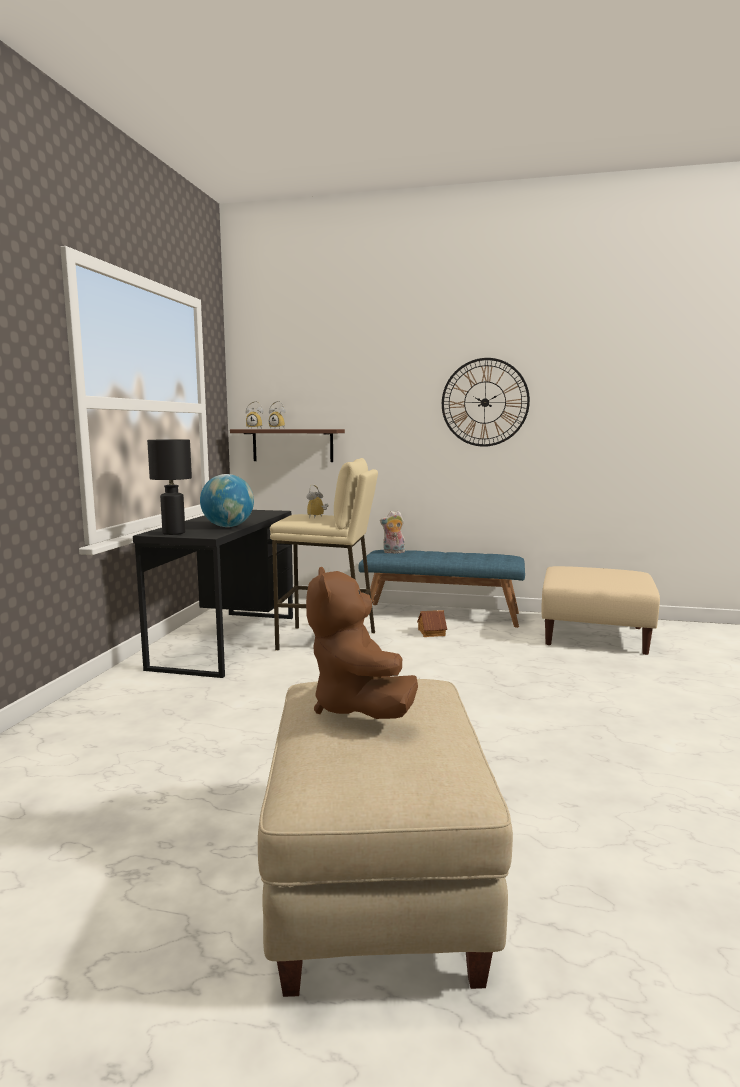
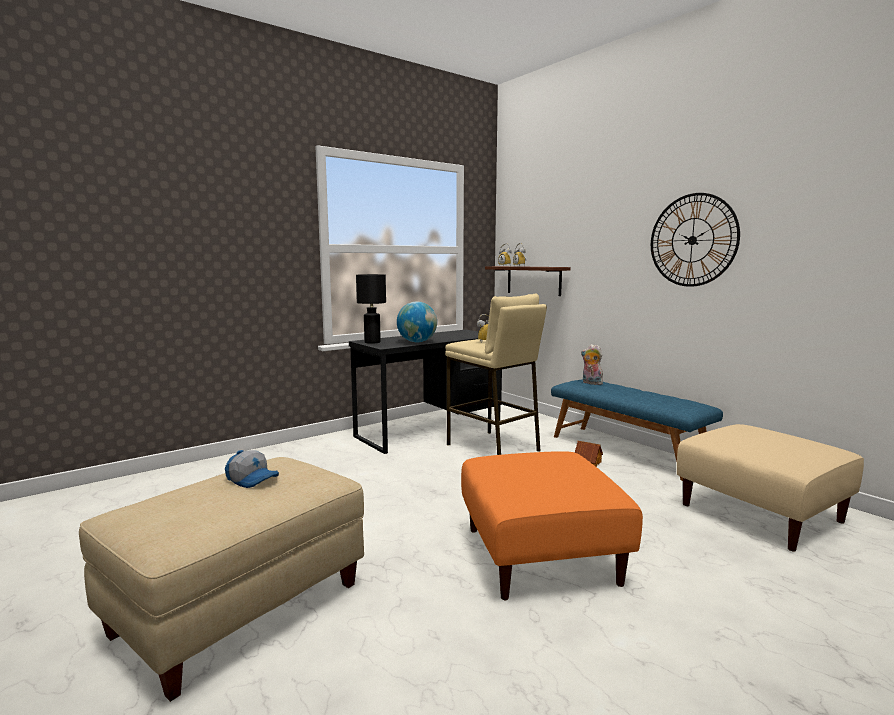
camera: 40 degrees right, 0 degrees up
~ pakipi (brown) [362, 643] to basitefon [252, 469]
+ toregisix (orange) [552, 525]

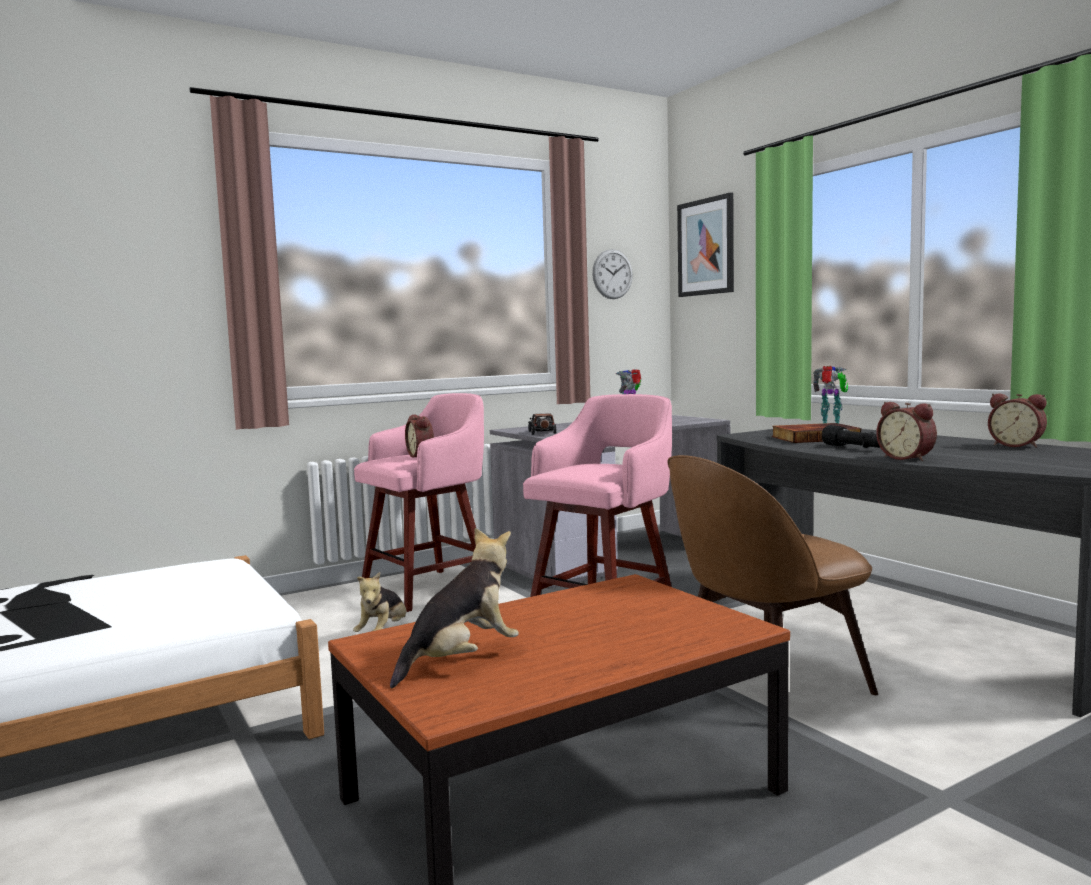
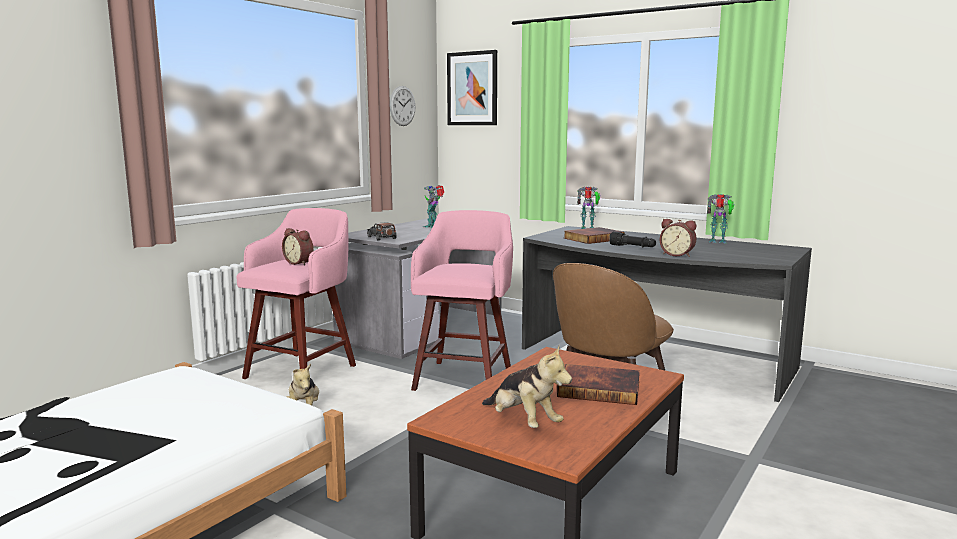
camera: 25 degrees left, 5 degrees up
~ pakipi [454, 608] = [527, 387] 120 degrees clockwise
~ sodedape [1017, 421] to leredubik [720, 218]
+ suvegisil [598, 384]

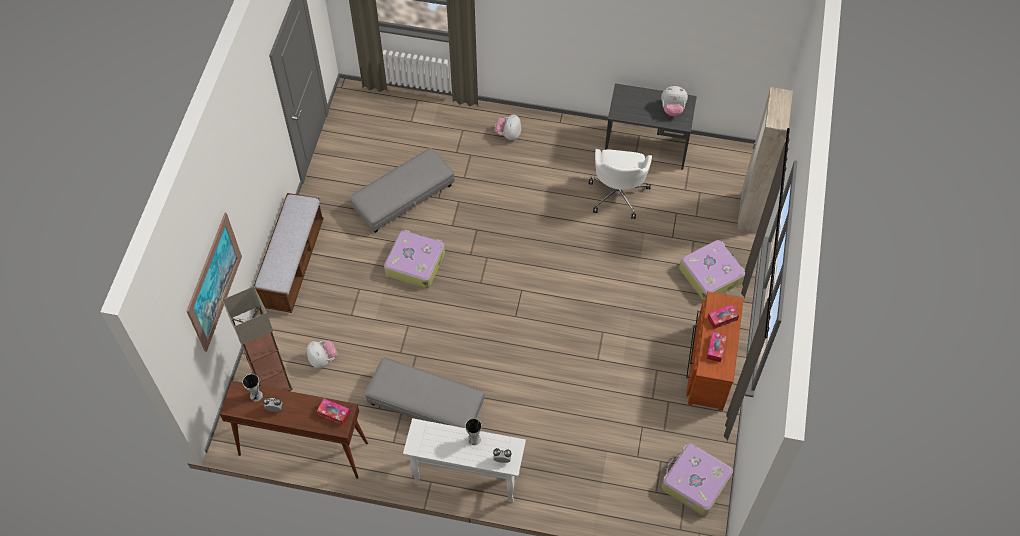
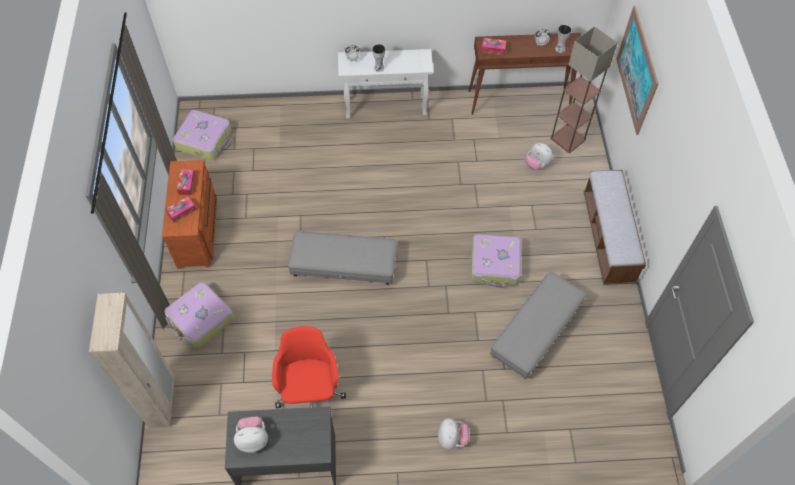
camera: 165 degrees right, 0 degrees up
~ toregisix (grey) [424, 393] to [342, 258]
~ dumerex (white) [620, 184] to dumerex (red) [309, 367]

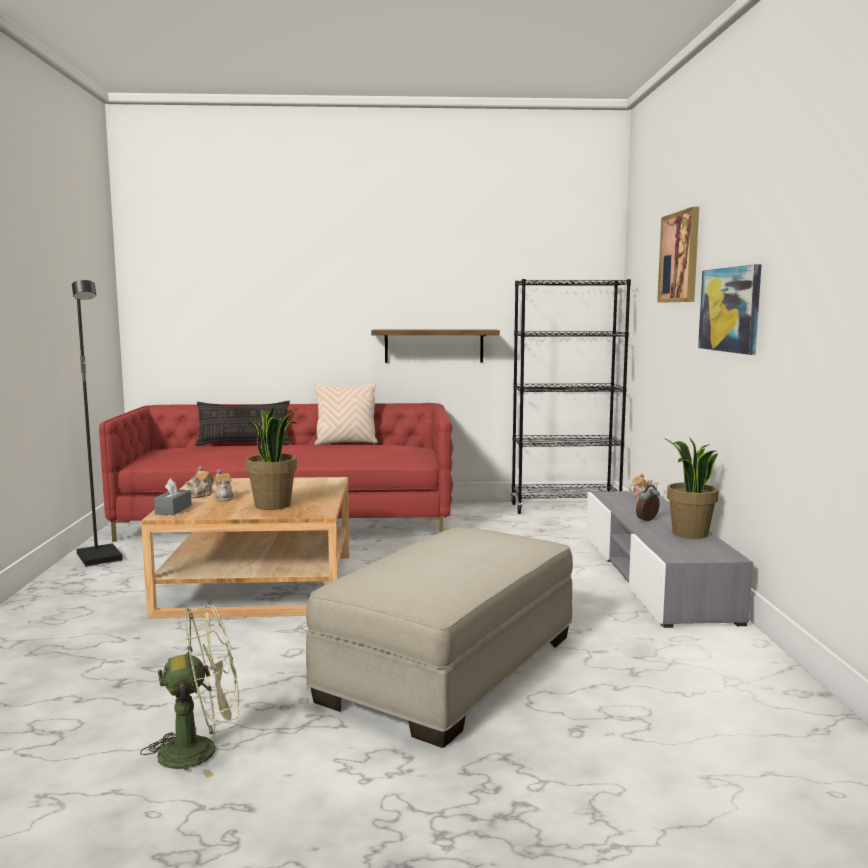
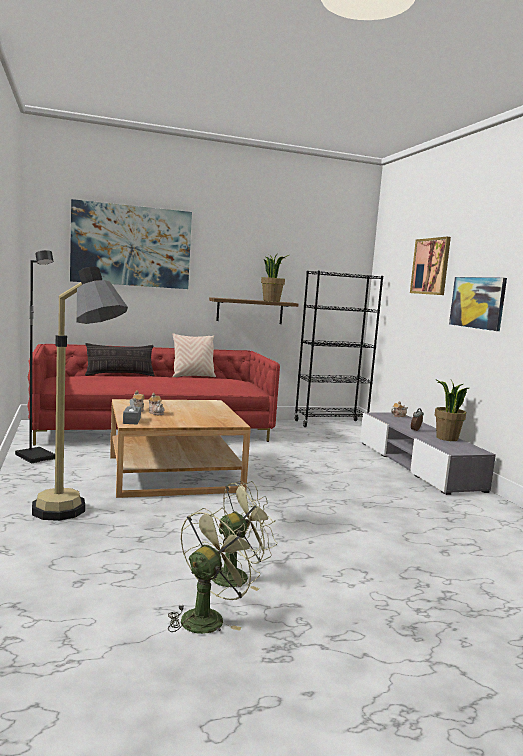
camera: 15 degrees left, 0 degrees up
~ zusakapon [271, 458] to [275, 277]
- toregisix (beige) [439, 637]
+ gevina [80, 393]
+ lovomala [131, 244]
+ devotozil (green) [214, 571]

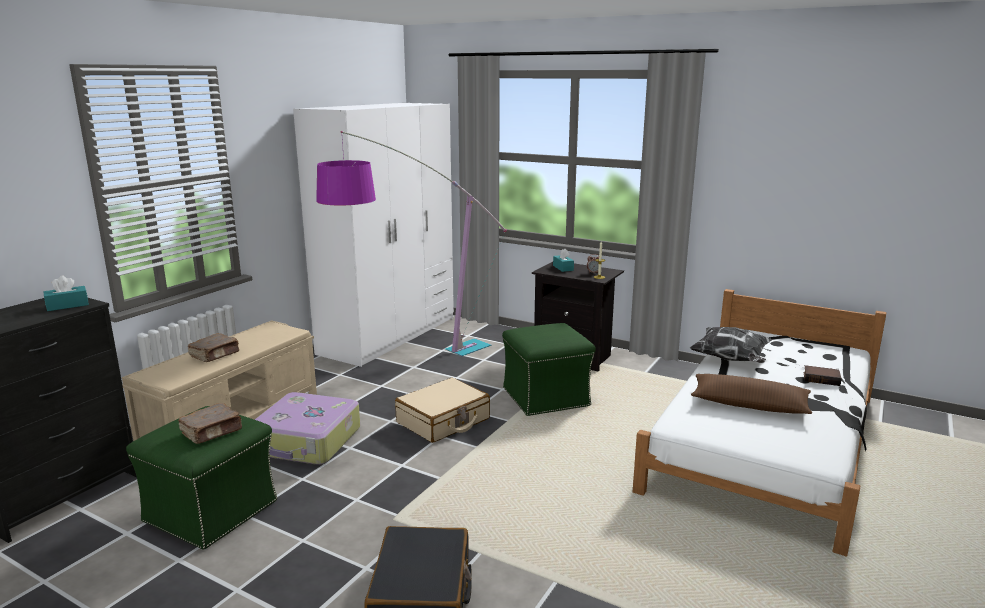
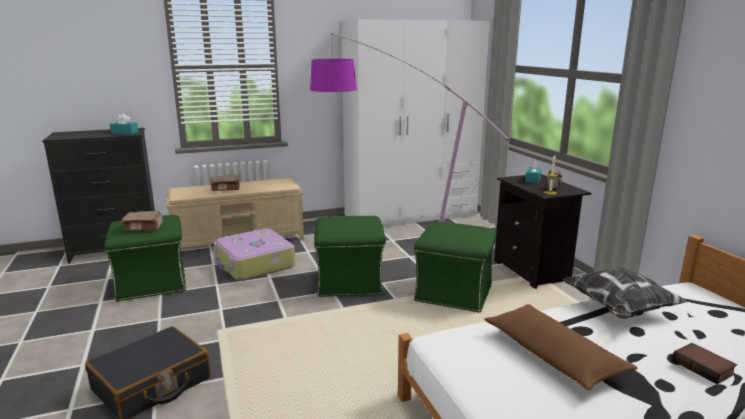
camera: 40 degrees right, 0 degrees up
~ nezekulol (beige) [442, 410] to toregisix (green) [350, 256]

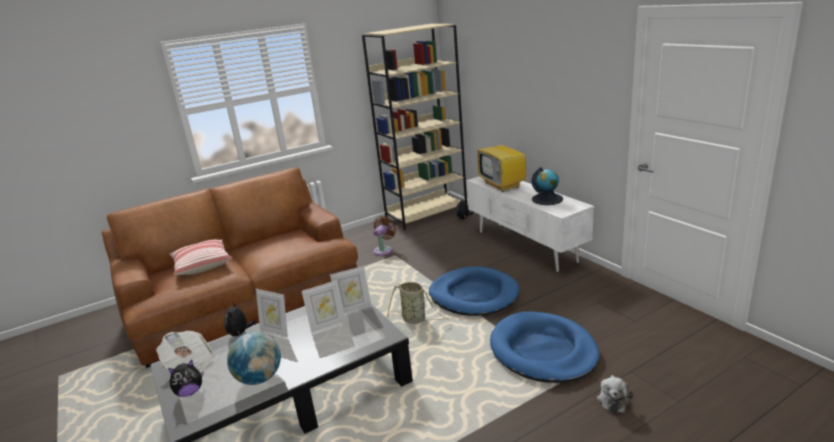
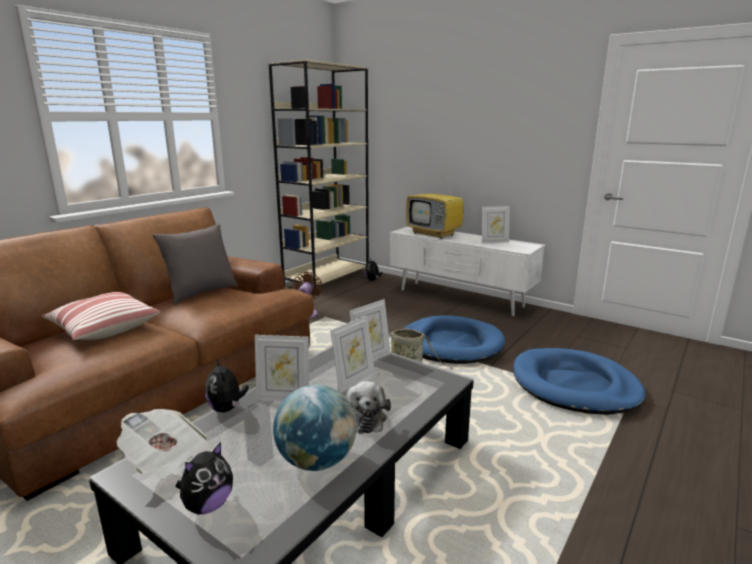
camera: 25 degrees left, 5 degrees down
~ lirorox [547, 186] to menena [496, 224]
~ pakipi [615, 394] to [369, 407]
+ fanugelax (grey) [195, 264]

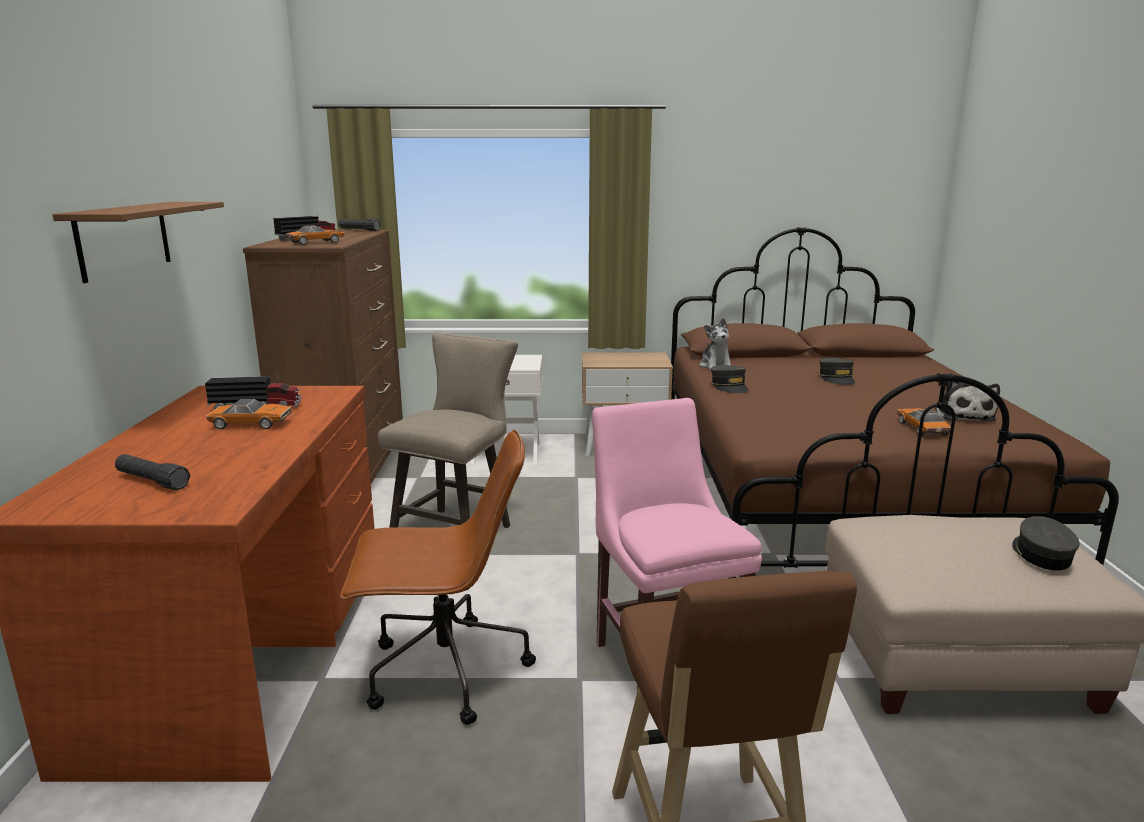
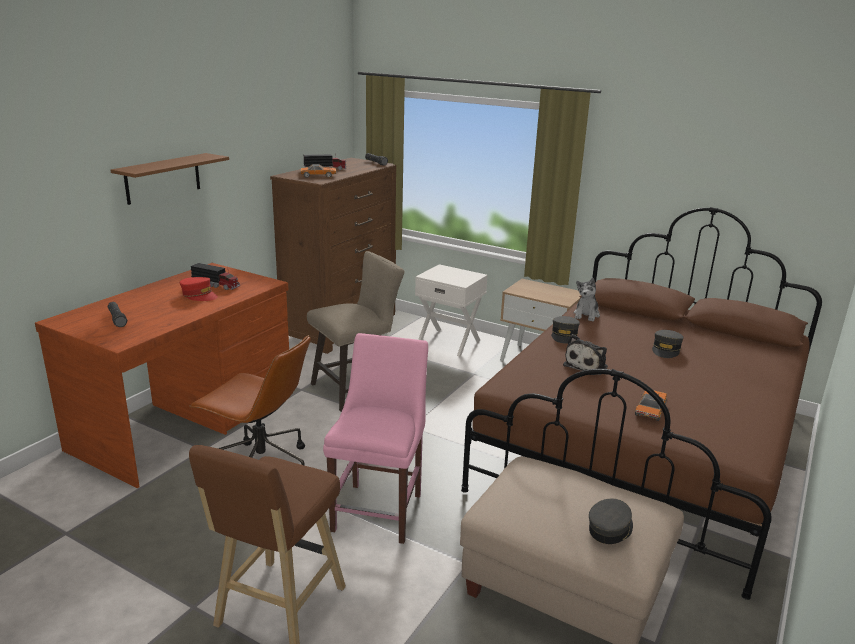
camera: 30 degrees right, 5 degrees up
~ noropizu [249, 414] to basitefon (red) [199, 289]
~ pakipi [967, 401] to [585, 354]

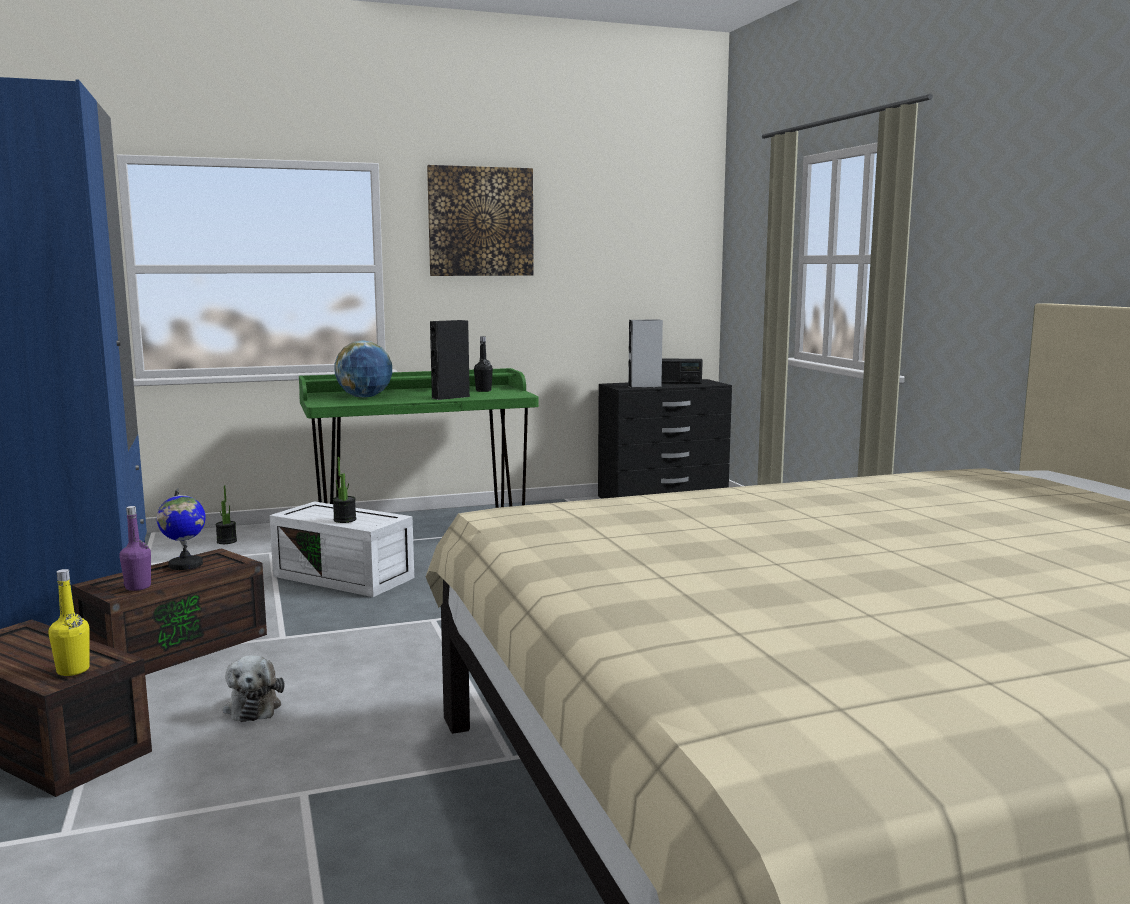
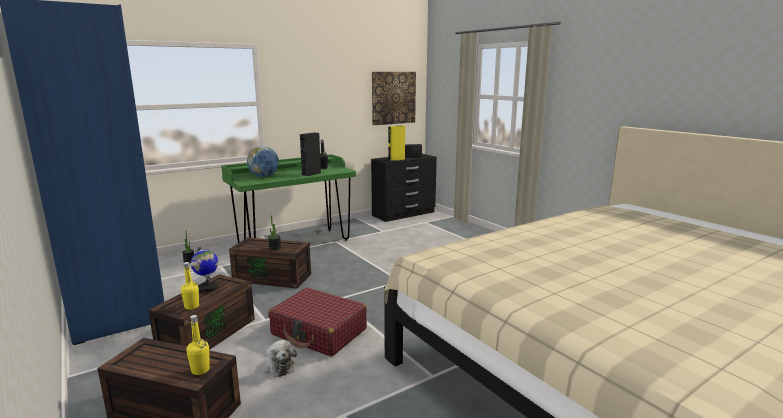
camera: 15 degrees left, 5 degrees up
~ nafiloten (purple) [135, 548] to nafiloten (yellow) [190, 286]
~ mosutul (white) [341, 549] to mosutul (brown) [270, 263]
~ lovomala [480, 220] to [394, 98]
~ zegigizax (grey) [645, 353] to zegigizax (yellow) [396, 143]
+ nezekulol (red) [317, 322]

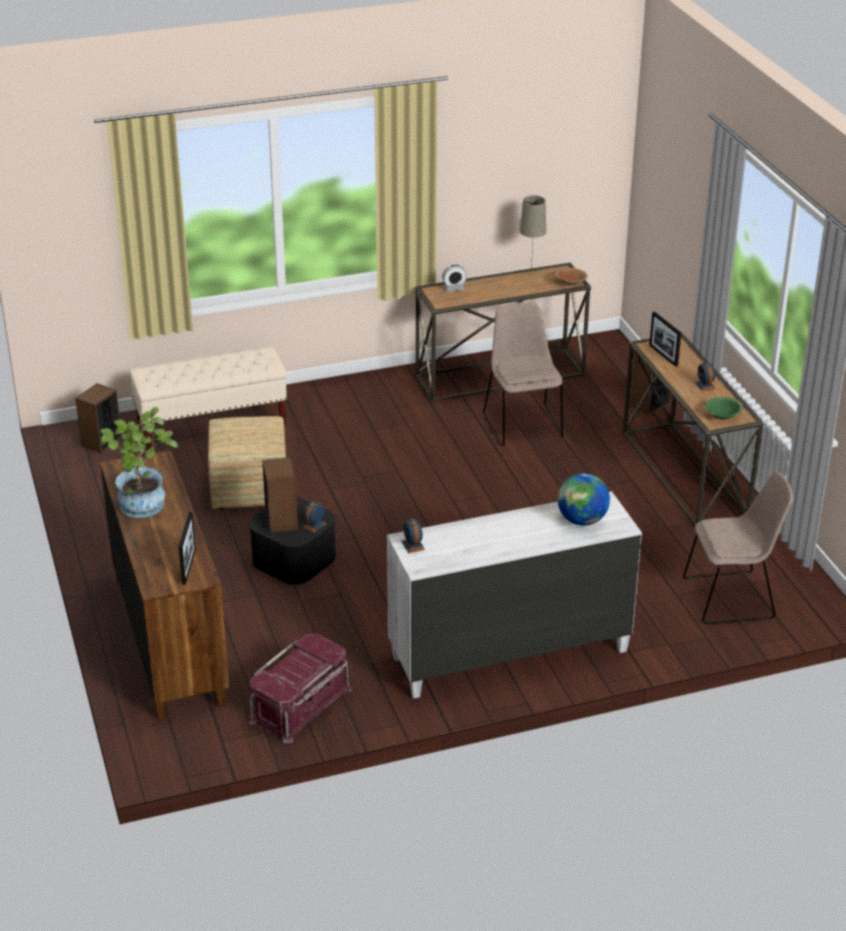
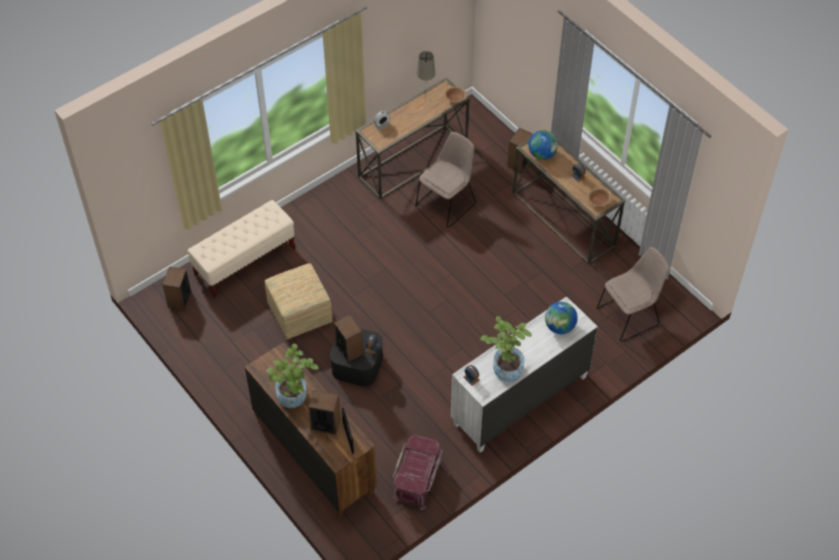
camera: 20 degrees left, 20 degrees up
~ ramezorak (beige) [523, 374] = [446, 179] 75 degrees clockwise
~ menena [665, 339] to lirorox [543, 145]
~ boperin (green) [724, 408] to boperin (brown) [600, 196]
+ zegigizax [324, 412]
+ zusakapon [506, 349]

